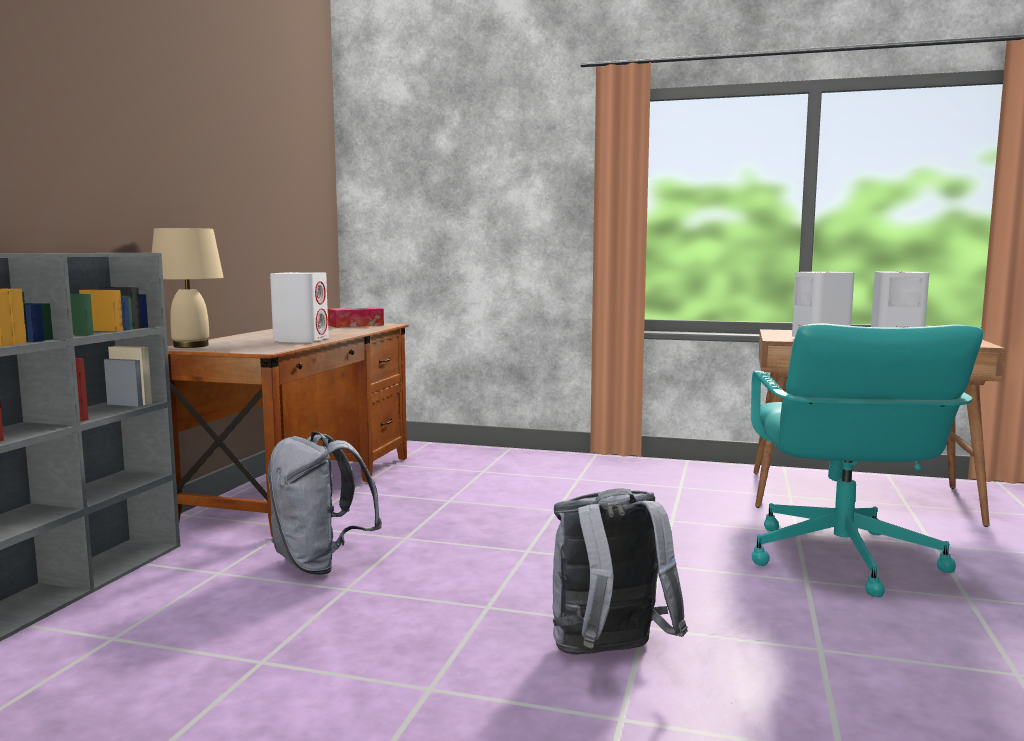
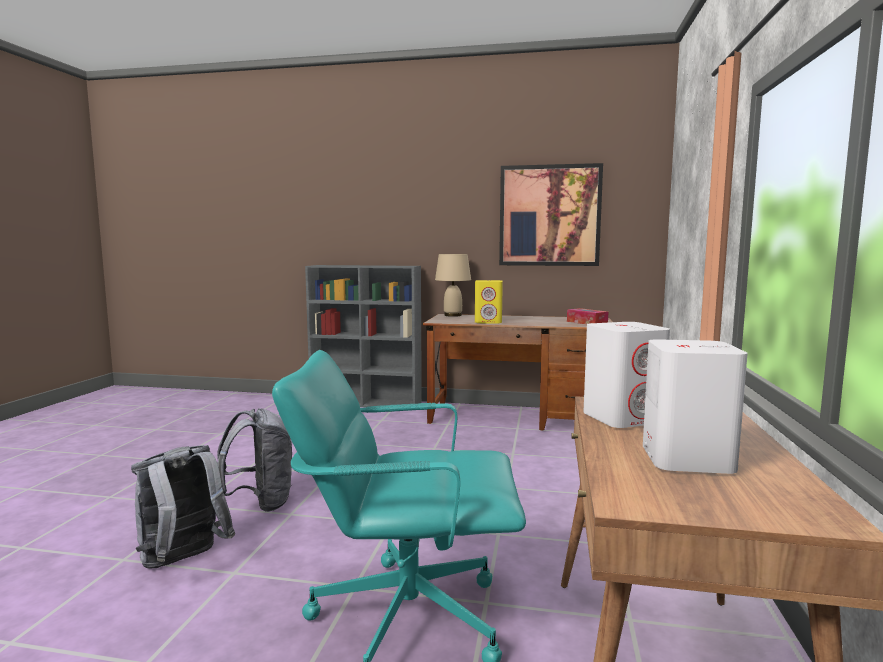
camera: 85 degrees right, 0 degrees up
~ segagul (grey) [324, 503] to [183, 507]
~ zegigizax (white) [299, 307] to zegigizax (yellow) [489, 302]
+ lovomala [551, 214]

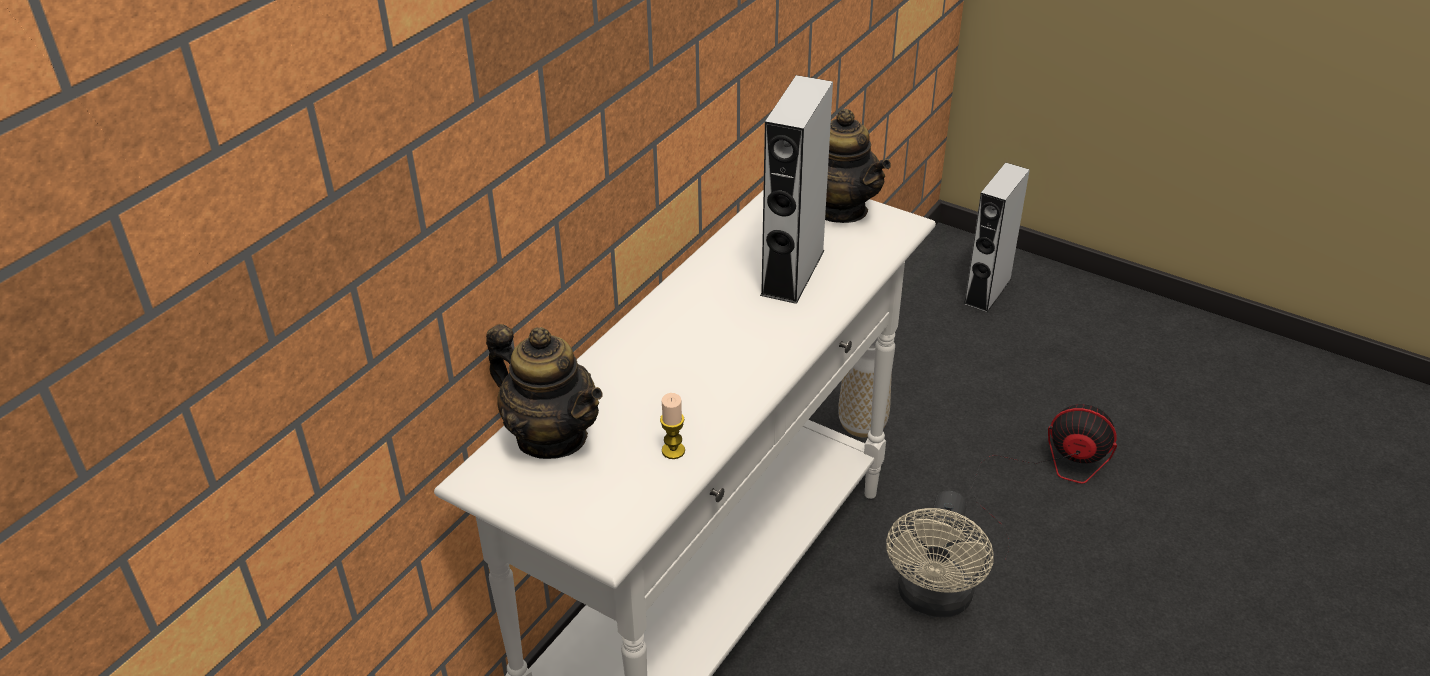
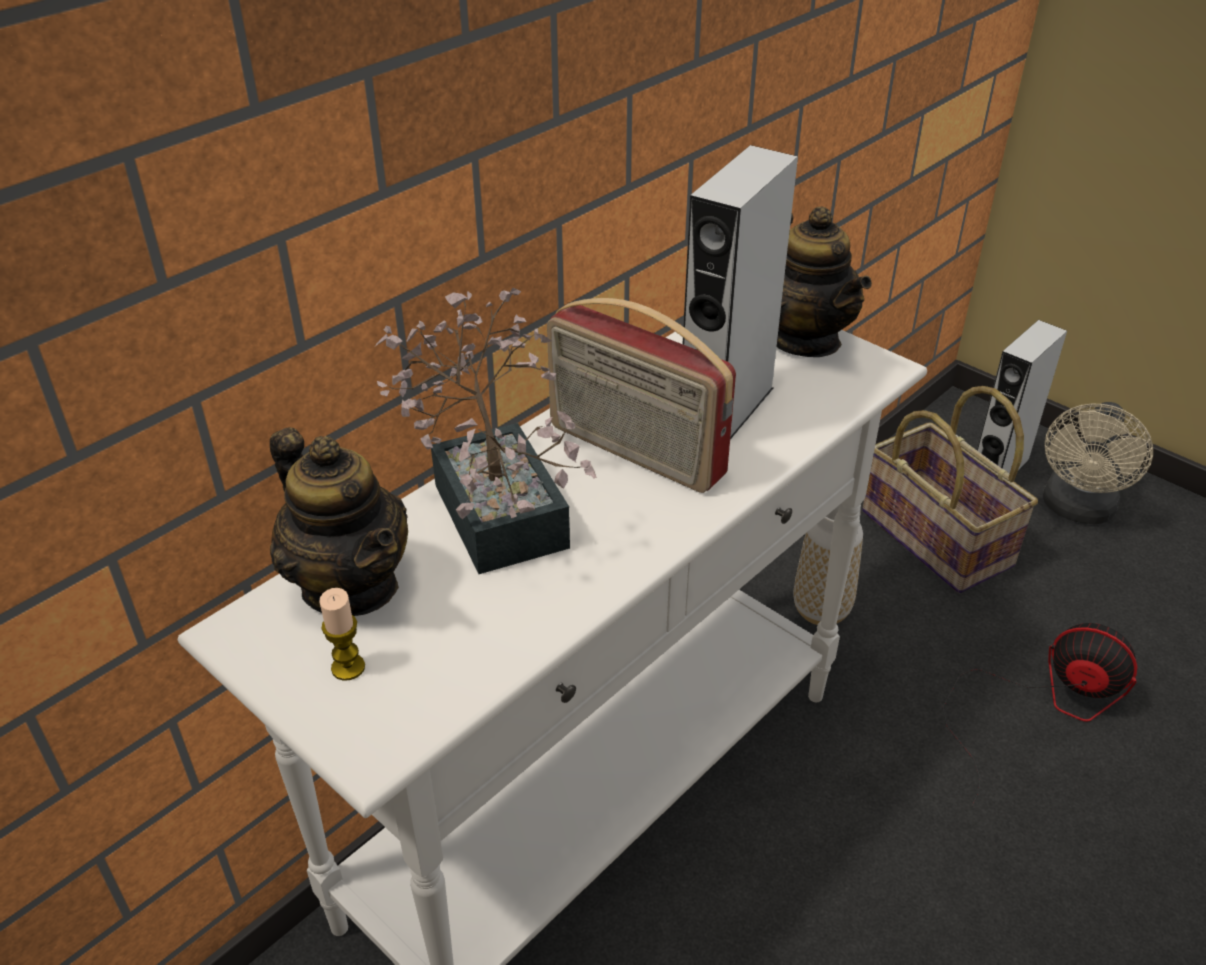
camera: 10 degrees right, 0 degrees up
~ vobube [672, 426] to [342, 634]
~ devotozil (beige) [940, 554] to [1098, 463]
+ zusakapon [485, 430]
+ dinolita [641, 395]
+ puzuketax [950, 489]

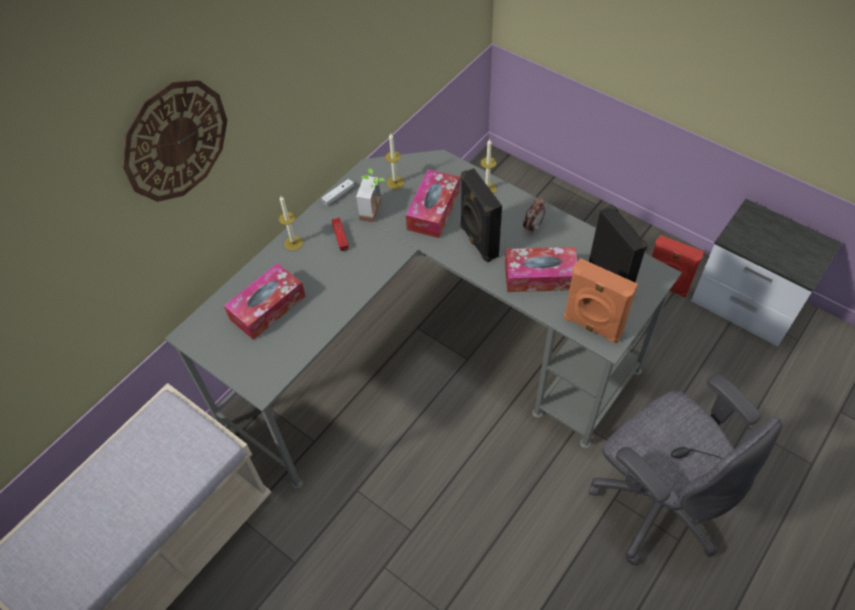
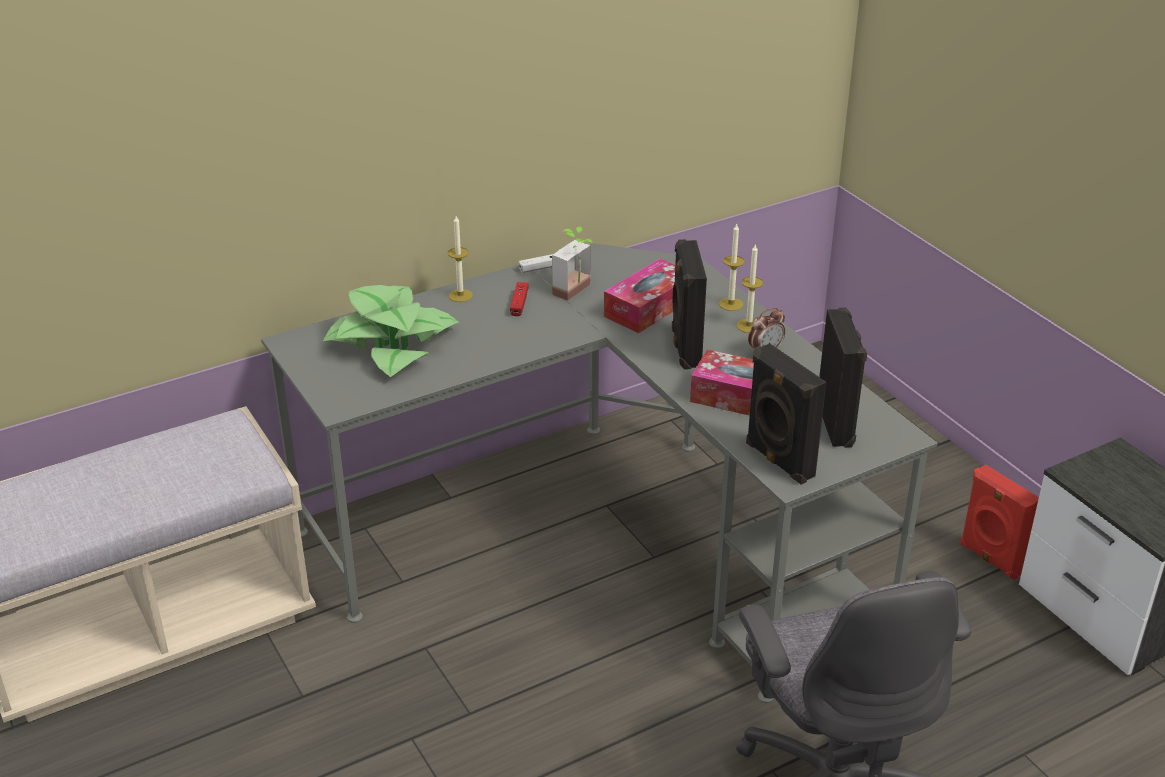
camera: 20 degrees right, 20 degrees down
- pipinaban [174, 141]
~ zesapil [264, 301] to zusakapon [391, 331]
~ vobube [394, 161] to [749, 288]
~ zegigizax (orange) [600, 300] to zegigizax (black) [786, 414]

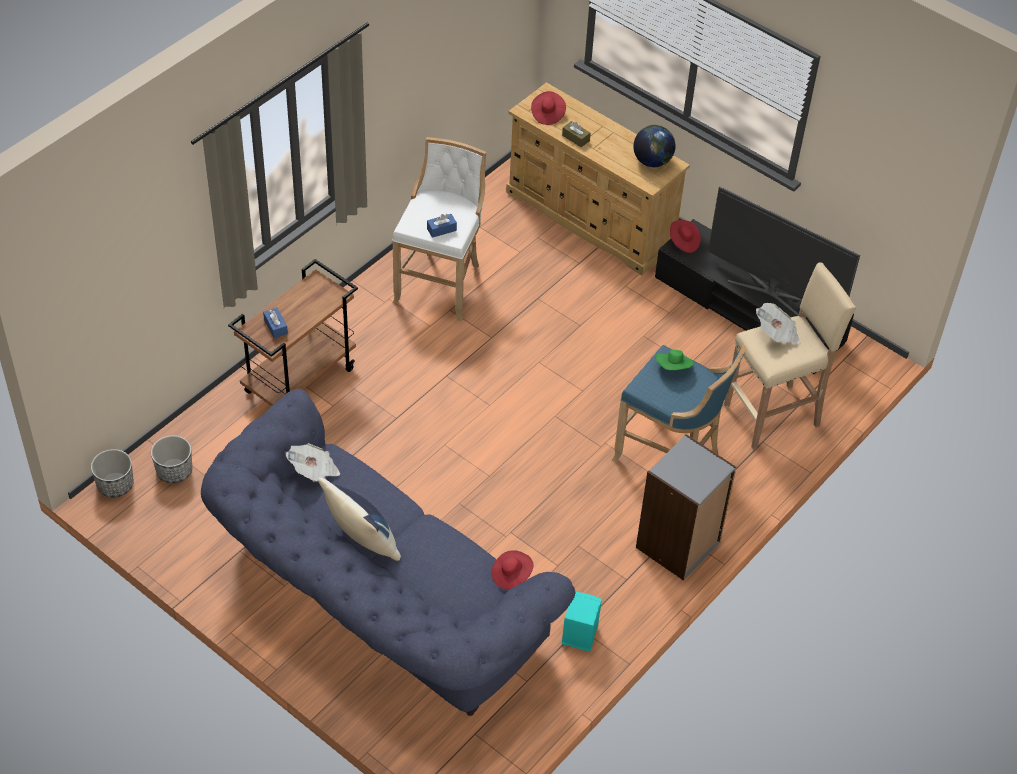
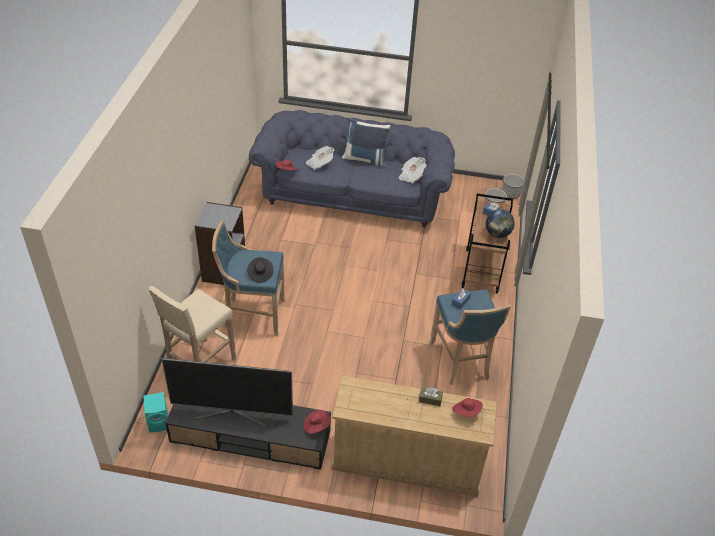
camera: 150 degrees right, 5 degrees down
~ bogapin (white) [439, 229] to bogapin (blue) [470, 337]
~ zegigizax (turquoise) [582, 622] to [156, 412]
~ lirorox [654, 146] to [500, 223]
~ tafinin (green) [674, 360] to tafinin (black) [260, 270]
~ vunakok [778, 324] to [320, 158]

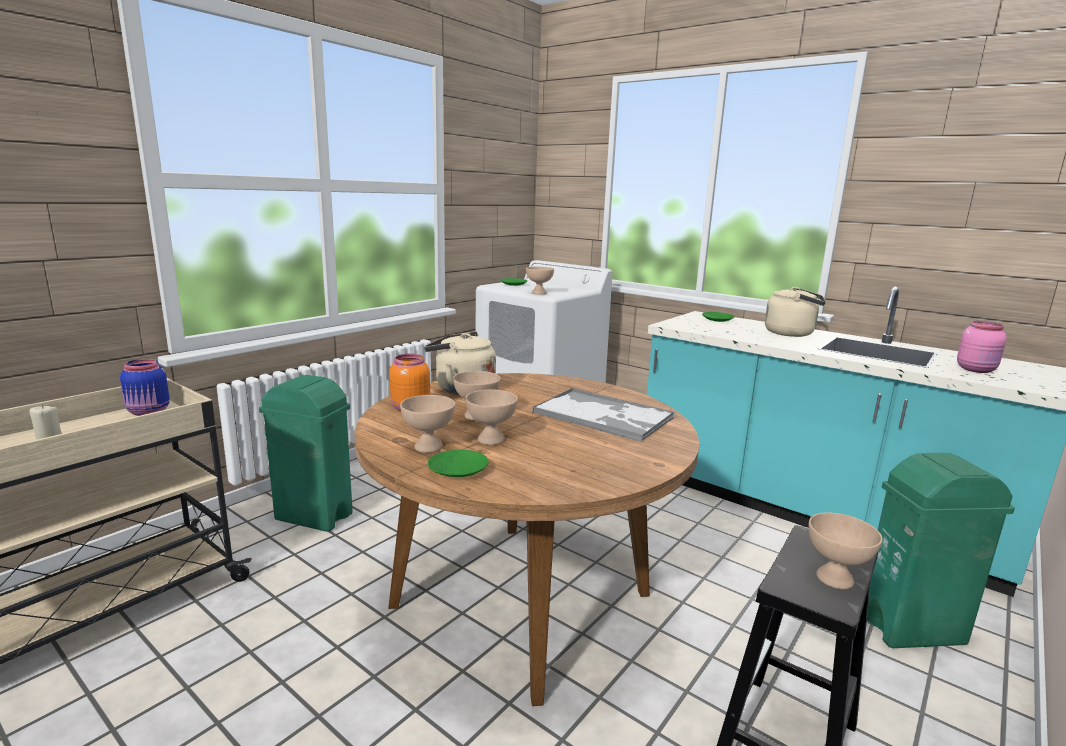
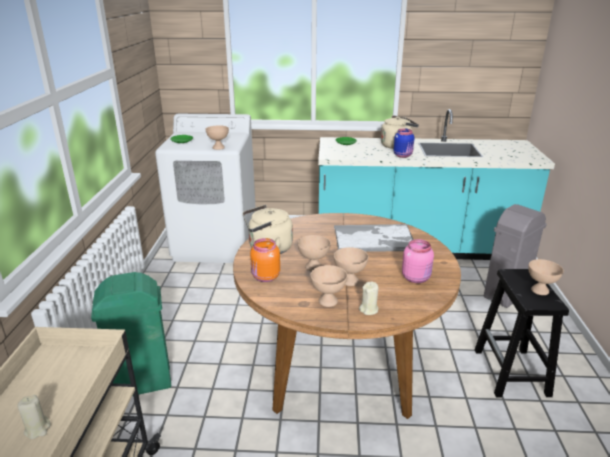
camera: 35 degrees left, 10 degrees up
~ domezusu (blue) [145, 387] to [403, 143]
~ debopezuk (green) [458, 463] to vobube (beige) [369, 298]
~ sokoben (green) [941, 550] to sokoben (grey) [515, 256]
~ domezusu (pink) [982, 347] to [418, 261]

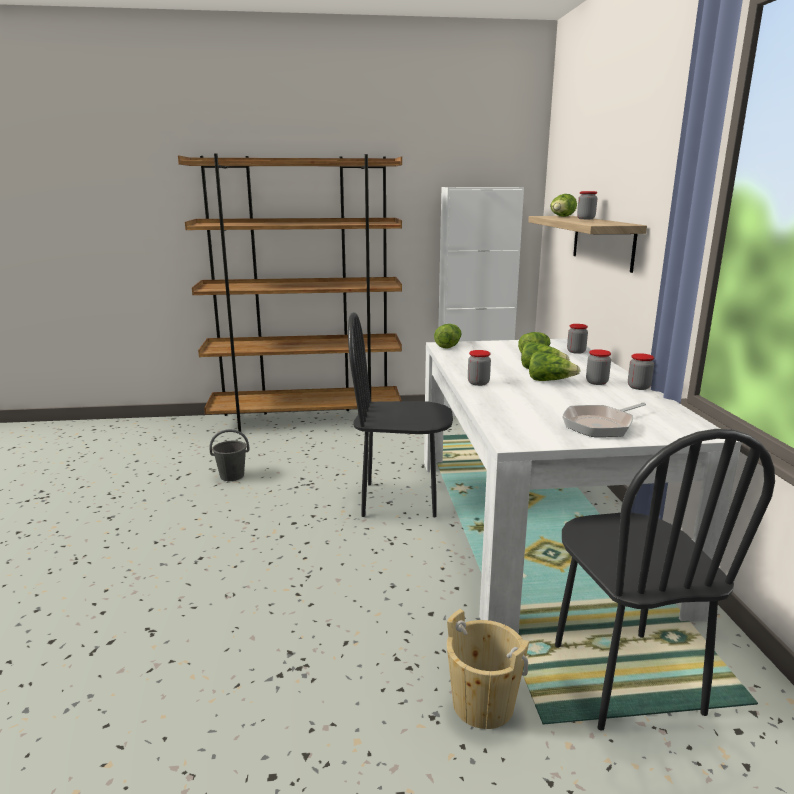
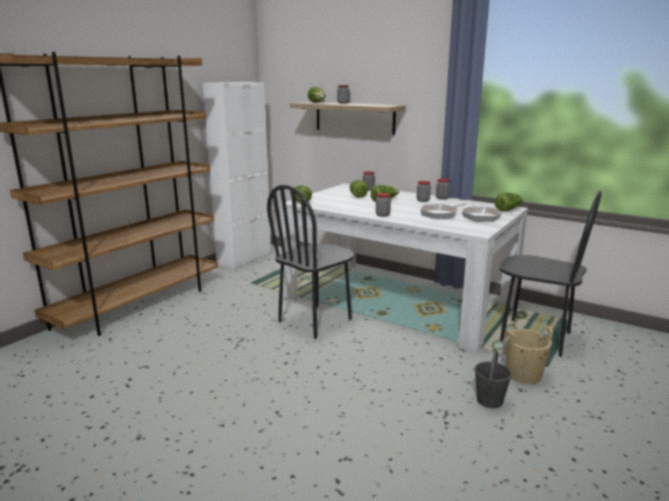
camera: 50 degrees left, 0 degrees up
~ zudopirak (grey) [230, 455] to [493, 379]
~ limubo [555, 366] to [509, 202]
+ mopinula [443, 211]

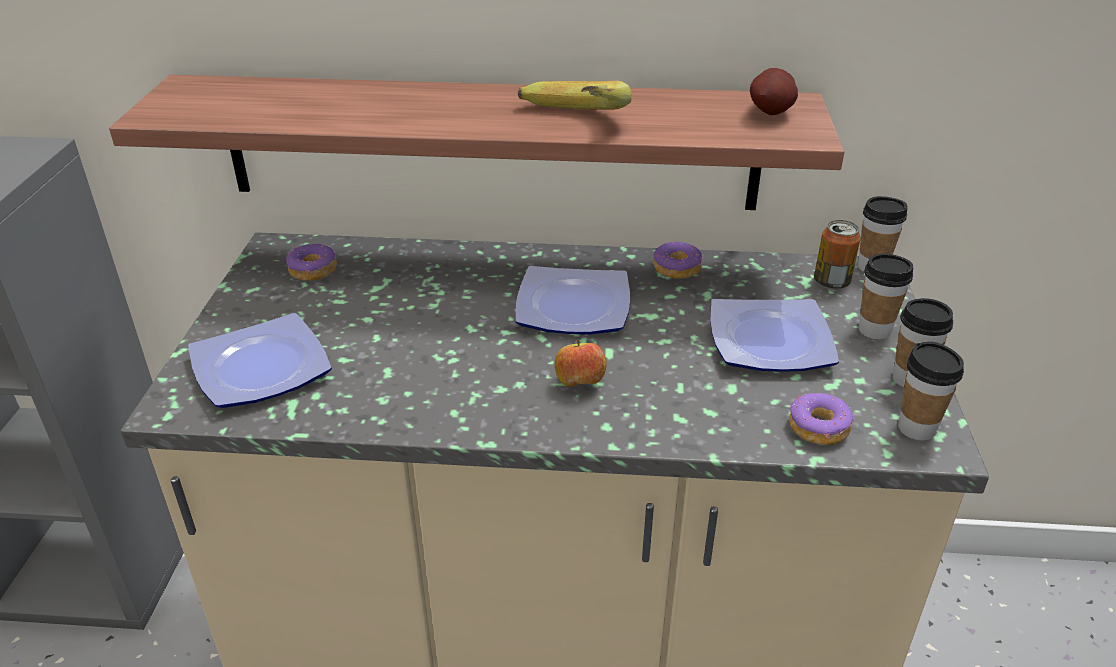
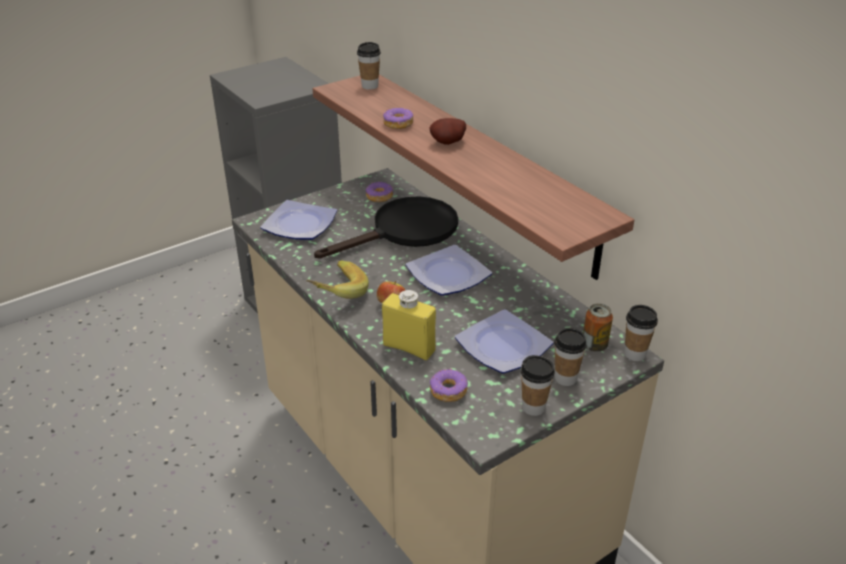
camera: 50 degrees right, 0 degrees up
~ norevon [575, 95] to [337, 280]
~ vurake [678, 260] to [398, 118]
~ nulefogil [774, 91] to [448, 131]
~ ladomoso [931, 391] to [369, 66]
+ mopinula (black) [386, 227]
+ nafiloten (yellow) [409, 325]

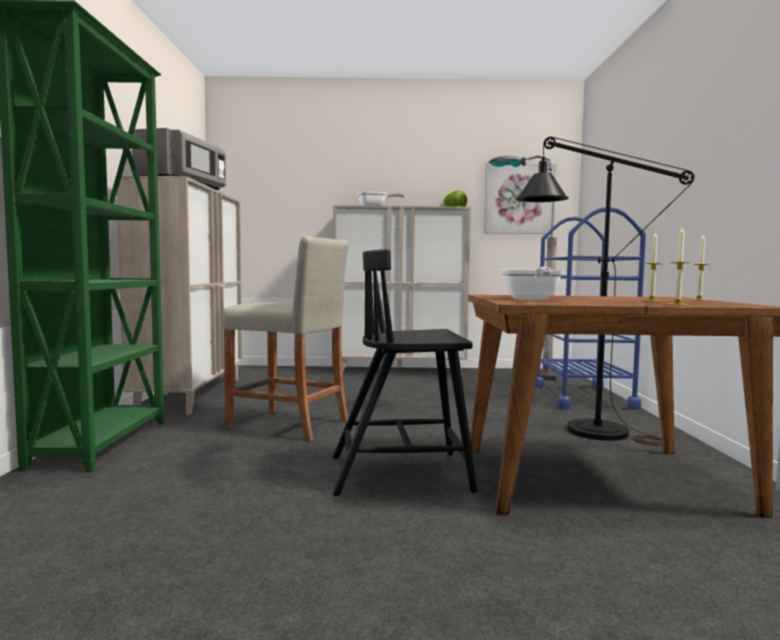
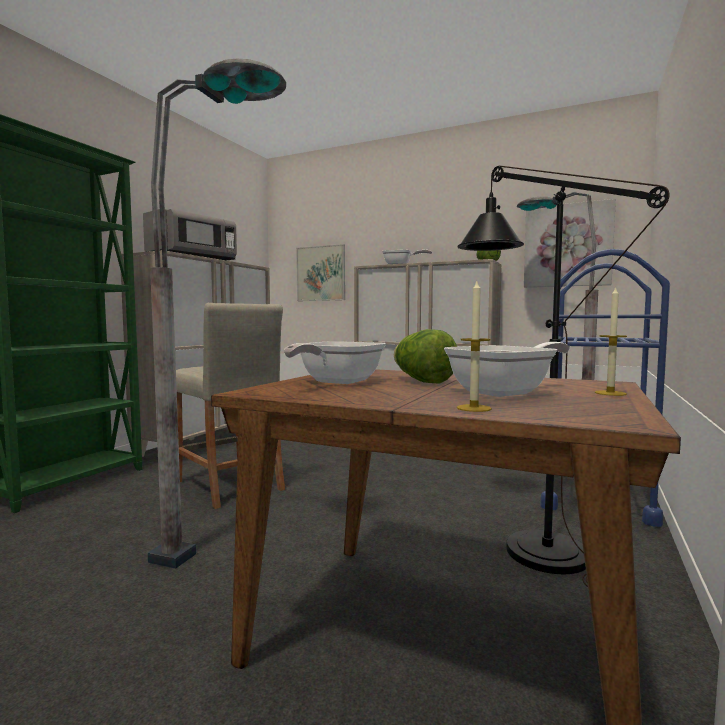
camera: 25 degrees right, 0 degrees up
~ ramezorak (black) [405, 372] to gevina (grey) [216, 314]
~ vobube [652, 266] to mopinula [507, 369]
+ lovomala [320, 272]
+ limubo [425, 356]

